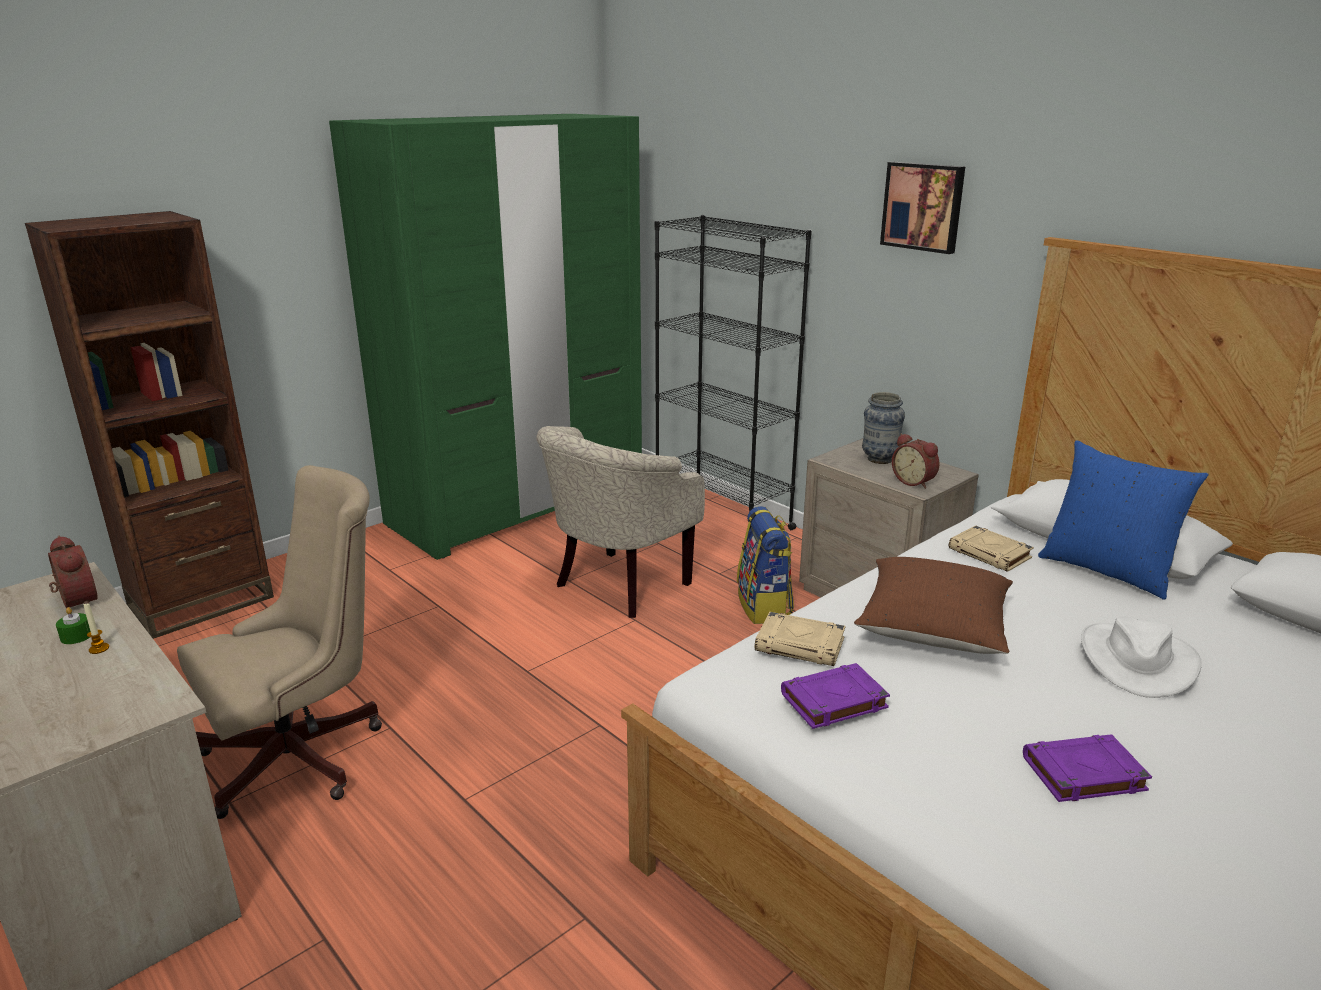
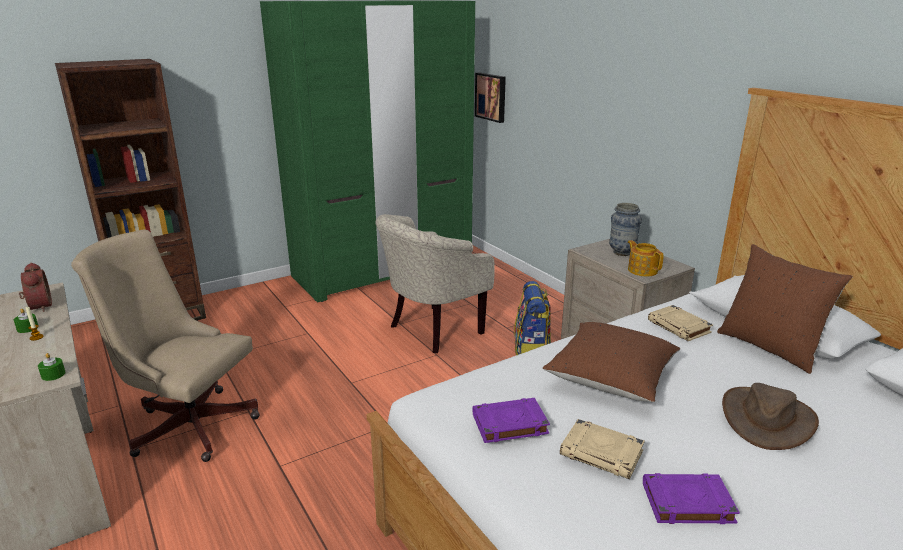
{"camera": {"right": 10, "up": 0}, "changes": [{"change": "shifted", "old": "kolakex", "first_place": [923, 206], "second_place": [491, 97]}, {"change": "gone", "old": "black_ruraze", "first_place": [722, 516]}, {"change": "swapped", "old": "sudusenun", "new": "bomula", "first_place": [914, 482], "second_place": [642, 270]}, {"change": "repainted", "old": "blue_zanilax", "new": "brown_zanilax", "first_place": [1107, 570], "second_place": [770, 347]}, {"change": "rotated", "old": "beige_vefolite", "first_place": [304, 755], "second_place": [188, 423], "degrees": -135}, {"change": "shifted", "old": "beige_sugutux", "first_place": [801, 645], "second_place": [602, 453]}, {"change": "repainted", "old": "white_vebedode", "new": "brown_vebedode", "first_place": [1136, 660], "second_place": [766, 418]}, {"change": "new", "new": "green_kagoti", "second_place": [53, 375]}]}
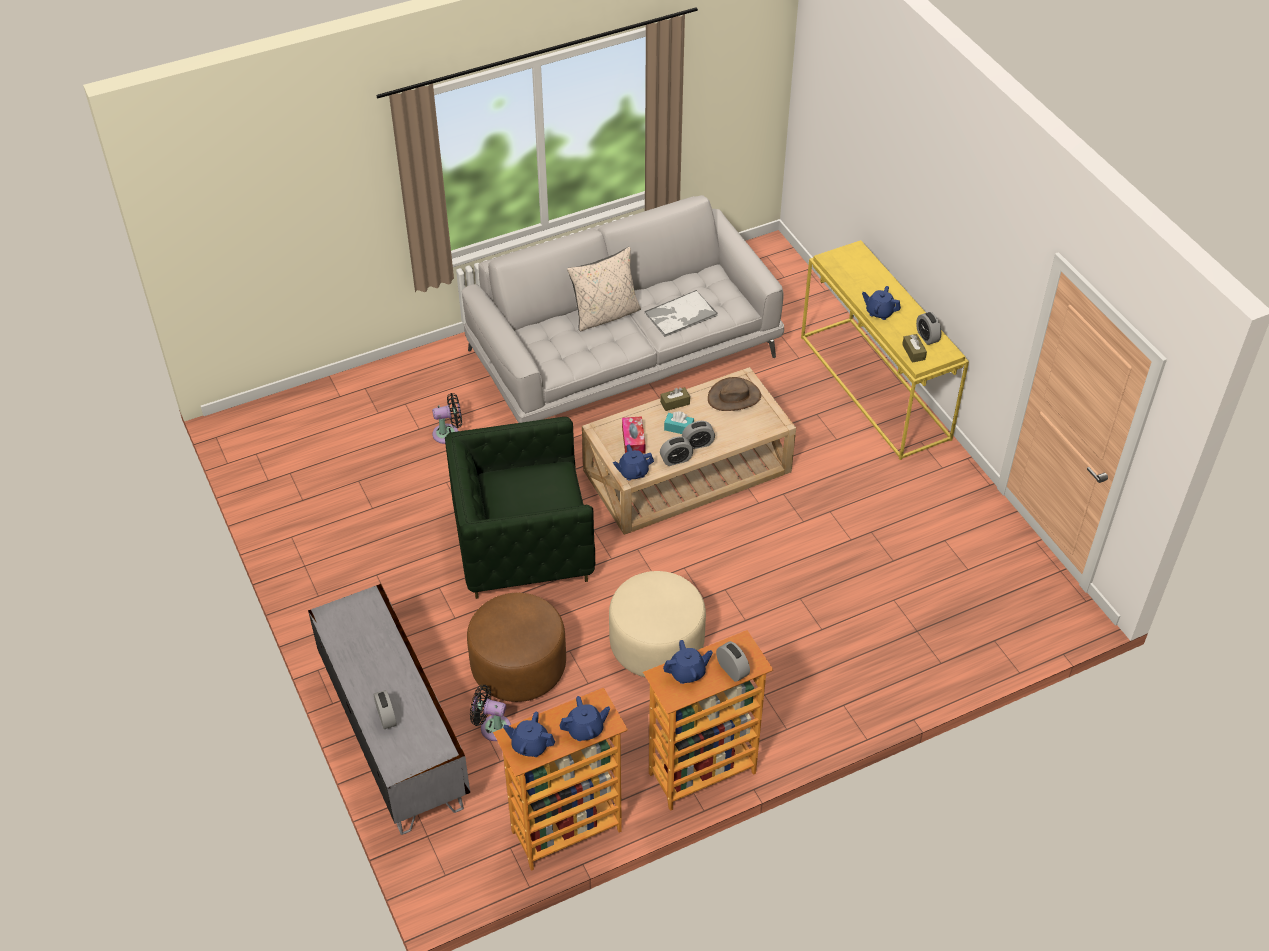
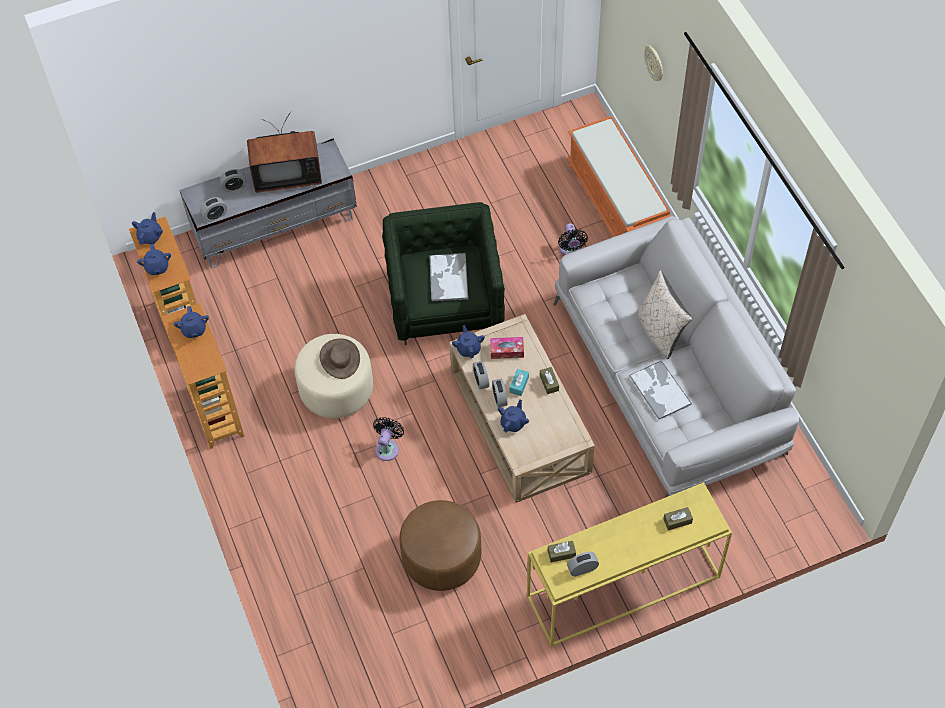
{"camera": {"right": 95, "up": 10}, "changes": [{"change": "shifted", "old": "blue_bomula", "first_place": [879, 312], "second_place": [513, 423]}, {"change": "shifted", "old": "brown_vebedode", "first_place": [734, 397], "second_place": [340, 359]}, {"change": "shifted", "old": "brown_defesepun", "first_place": [518, 667], "second_place": [441, 557]}, {"change": "shifted", "old": "sudusenun", "first_place": [732, 670], "second_place": [215, 215]}, {"change": "shifted", "old": "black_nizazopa", "first_place": [492, 727], "second_place": [388, 448]}, {"change": "new", "new": "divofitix", "second_place": [655, 63]}, {"change": "new", "new": "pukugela", "second_place": [286, 174]}, {"change": "new", "new": "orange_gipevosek", "second_place": [617, 206]}, {"change": "new", "new": "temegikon", "second_place": [448, 277]}, {"change": "new", "new": "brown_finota", "second_place": [677, 521]}]}
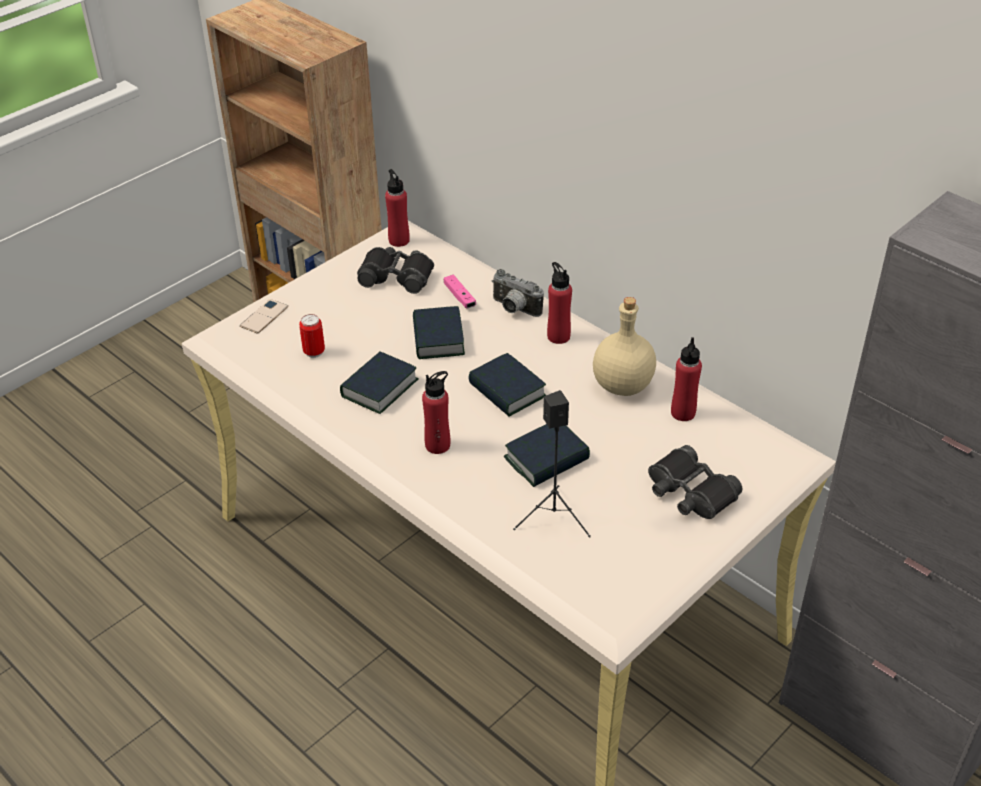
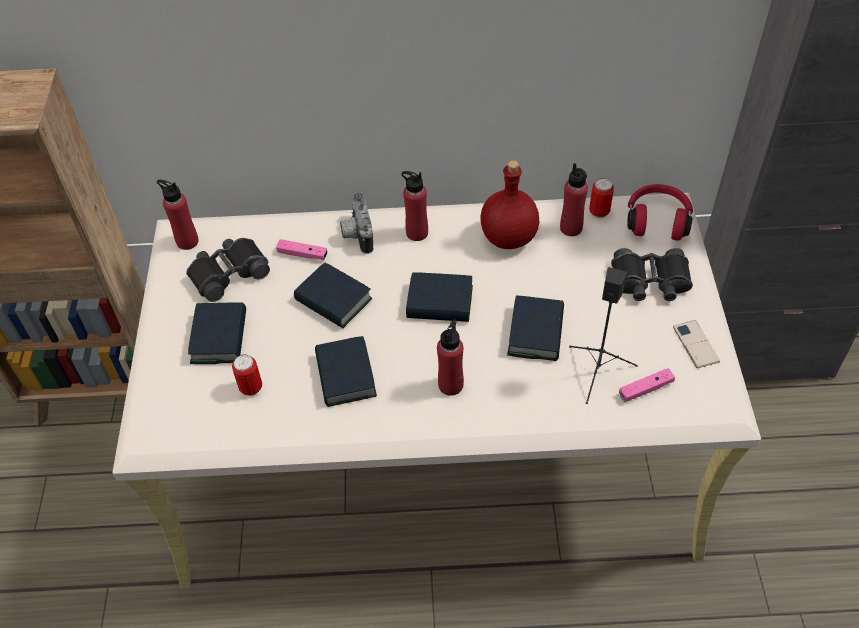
{"camera": {"right": -45, "up": 10}, "changes": [{"change": "rotated", "old": "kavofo", "first_place": [514, 309], "second_place": [356, 235], "degrees": 90}, {"change": "repainted", "old": "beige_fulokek", "new": "red_fulokek", "first_place": [623, 386], "second_place": [509, 238]}, {"change": "shifted", "old": "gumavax", "first_place": [264, 316], "second_place": [695, 344]}, {"change": "new", "new": "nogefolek", "second_place": [599, 212]}, {"change": "new", "new": "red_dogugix", "second_place": [657, 220]}, {"change": "new", "new": "sugutux", "second_place": [220, 337]}, {"change": "new", "new": "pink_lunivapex", "second_place": [645, 389]}]}
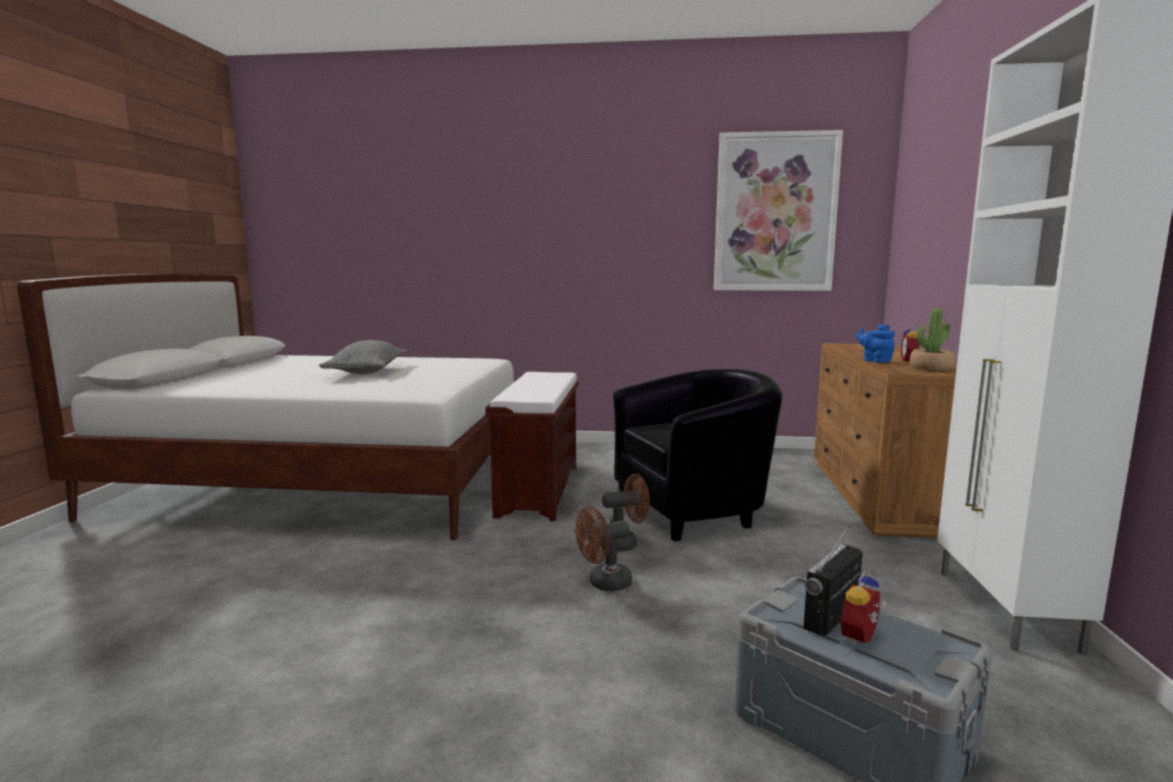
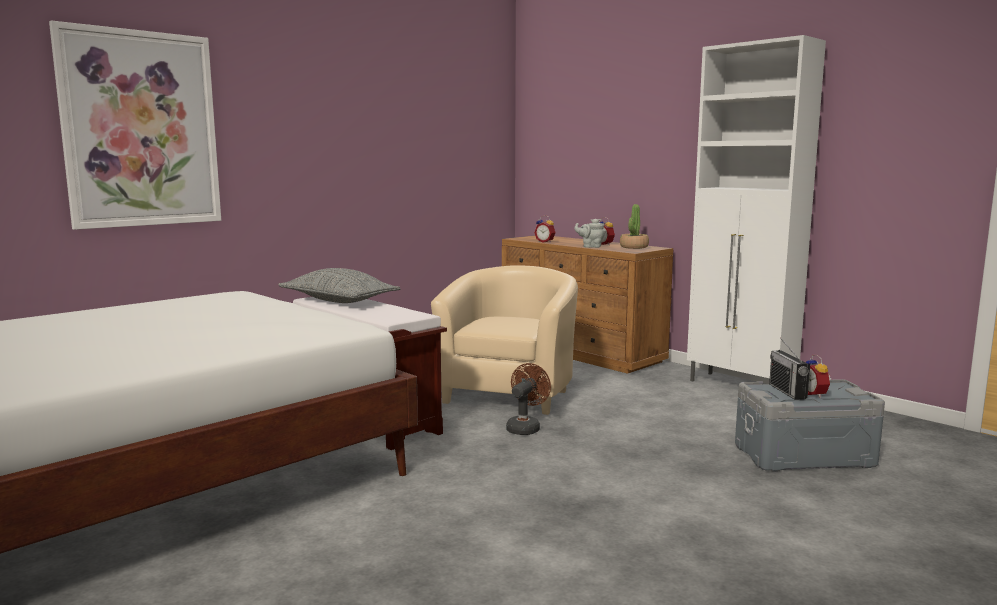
{"camera": {"right": -50, "up": 0}, "changes": [{"change": "shifted", "old": "kolakex", "first_place": [775, 213], "second_place": [141, 129]}, {"change": "repainted", "old": "blue_bomula", "new": "grey_bomula", "first_place": [875, 361], "second_place": [590, 246]}, {"change": "shifted", "old": "grey_zanilax", "first_place": [367, 372], "second_place": [339, 301]}, {"change": "repainted", "old": "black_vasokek", "new": "beige_vasokek", "first_place": [695, 509], "second_place": [510, 393]}, {"change": "gone", "old": "brown_nizazopa", "first_place": [603, 583]}, {"change": "new", "new": "sudusenun", "second_place": [545, 242]}]}
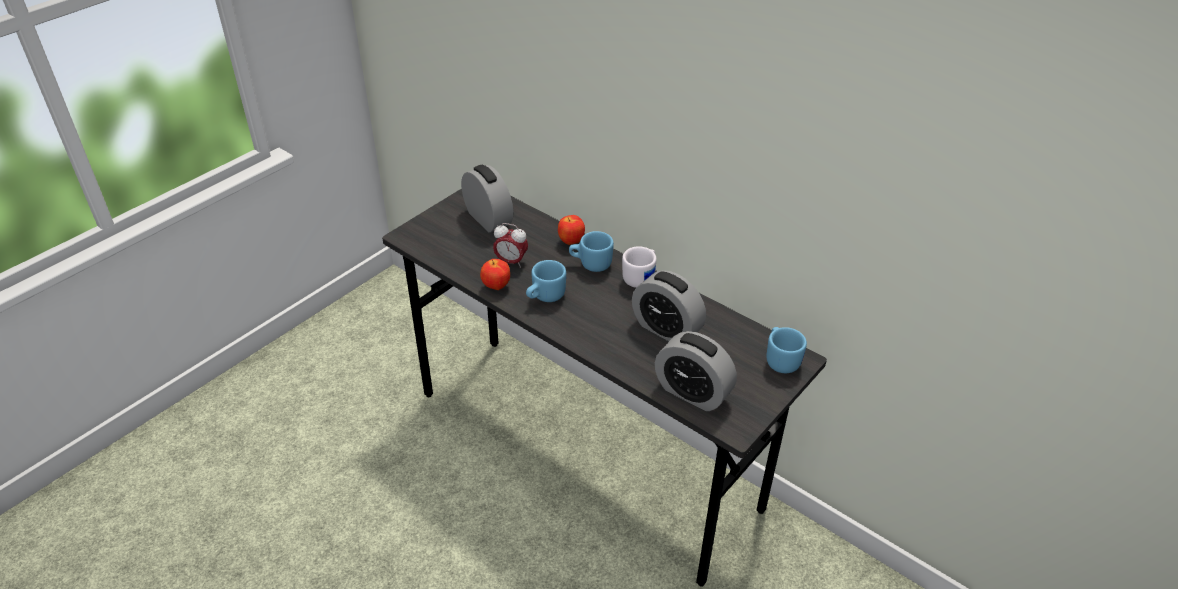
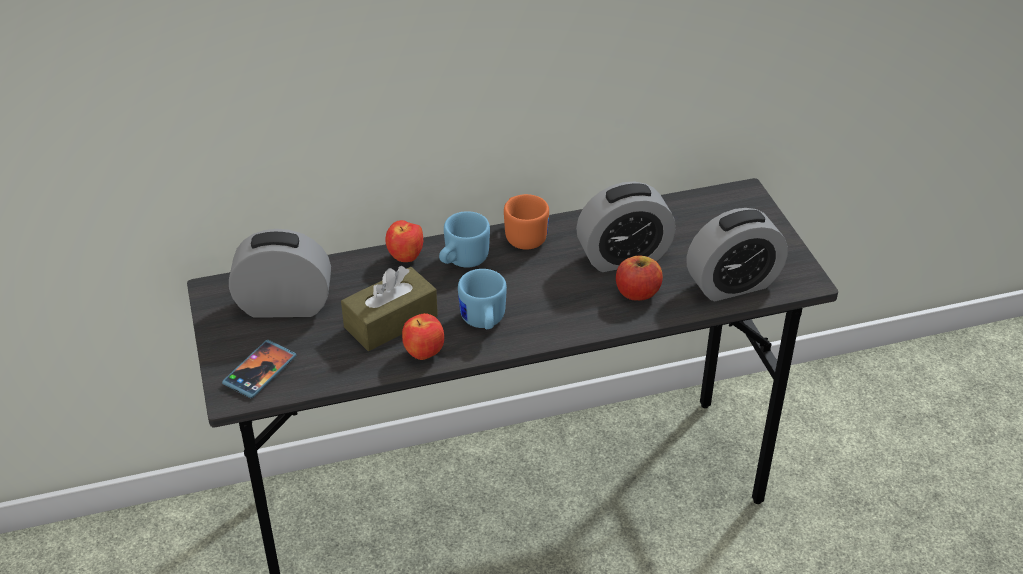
{"camera": {"right": -55, "up": 0}, "changes": [{"change": "swapped", "old": "sudusenun", "new": "brown_finota", "first_place": [511, 262], "second_place": [391, 322]}, {"change": "repainted", "old": "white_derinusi", "new": "orange_derinusi", "first_place": [641, 277], "second_place": [524, 235]}, {"change": "gone", "old": "blue_derinusi", "first_place": [781, 359]}, {"change": "new", "new": "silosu", "second_place": [637, 292]}, {"change": "new", "new": "gumavax", "second_place": [260, 371]}]}
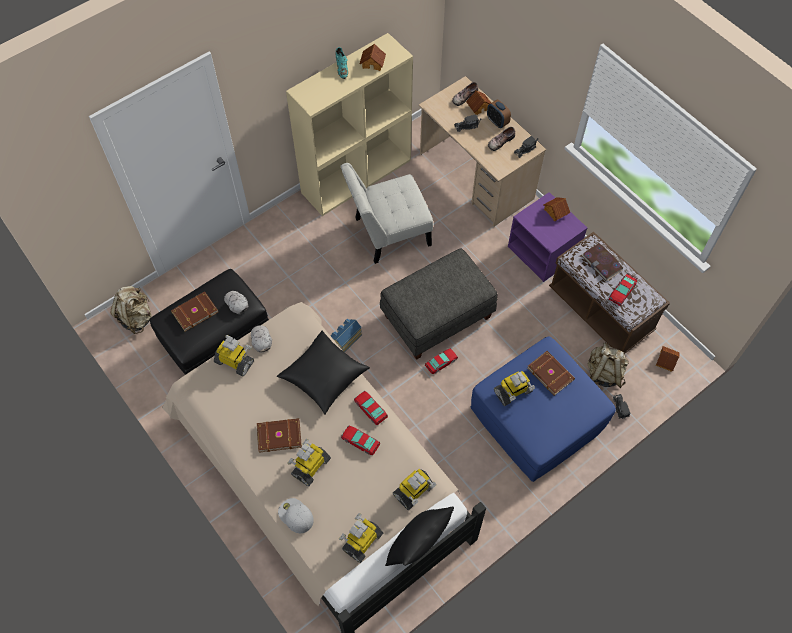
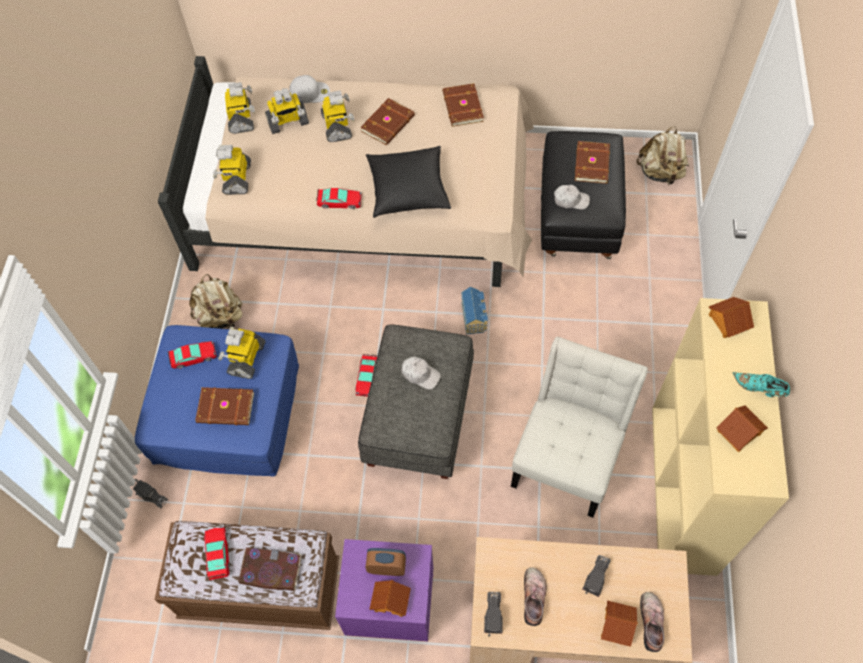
{"camera": {"right": 135, "up": 0}, "changes": [{"change": "shifted", "old": "sudusenun", "first_place": [497, 122], "second_place": [387, 567]}, {"change": "shifted", "old": "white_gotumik", "first_place": [261, 340], "second_place": [420, 374]}, {"change": "shifted", "old": "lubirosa", "first_place": [235, 361], "second_place": [287, 122]}, {"change": "shifted", "old": "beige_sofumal", "first_place": [604, 373], "second_place": [221, 317]}, {"change": "shifted", "old": "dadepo", "first_place": [666, 361], "second_place": [727, 321]}, {"change": "shifted", "old": "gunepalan", "first_place": [361, 441], "second_place": [193, 357]}, {"change": "gone", "old": "black_zanilax", "first_place": [418, 545]}, {"change": "new", "new": "brown_sugutux", "second_place": [462, 107]}]}
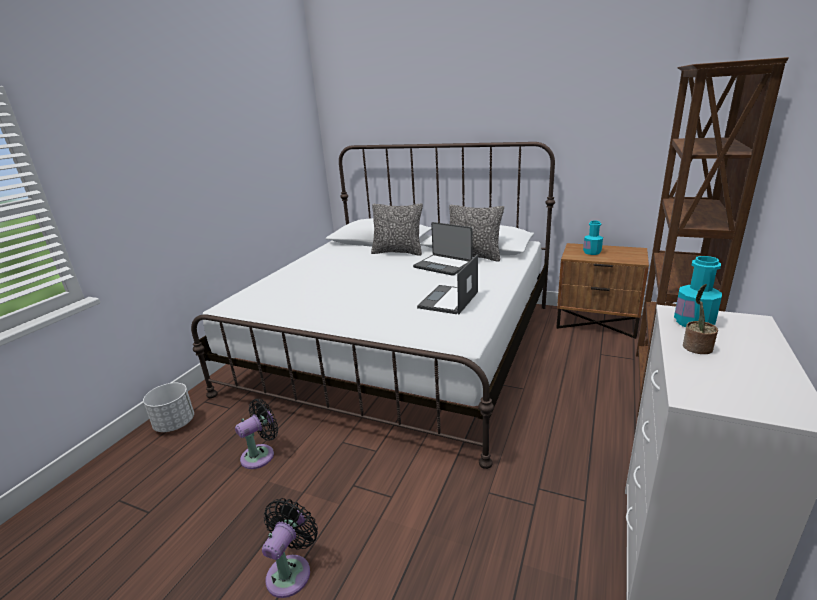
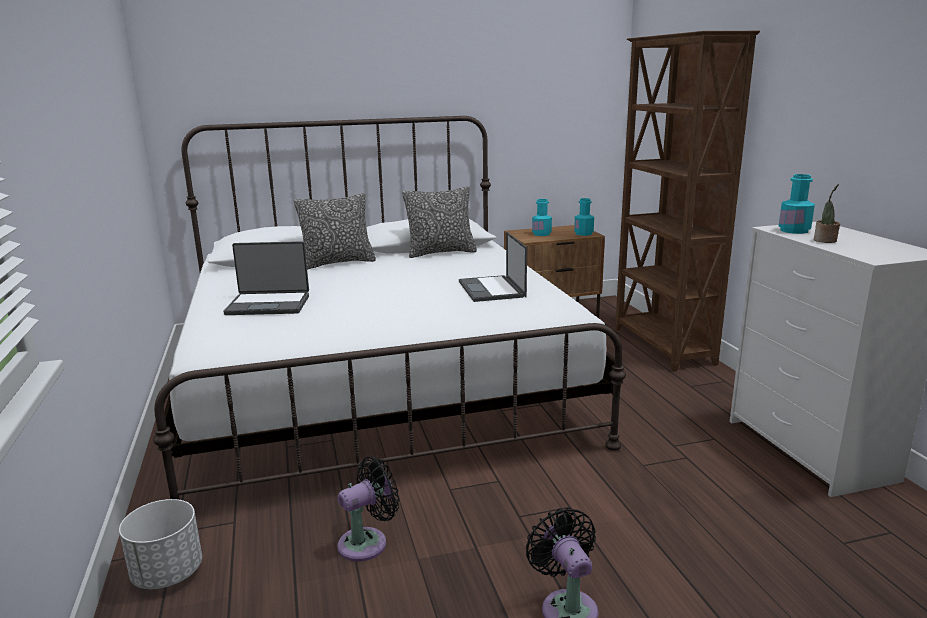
{"camera": {"right": -40, "up": -5}, "changes": [{"change": "shifted", "old": "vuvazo", "first_place": [443, 265], "second_place": [269, 305]}, {"change": "rotated", "old": "black_nizazopa", "first_place": [261, 455], "second_place": [367, 542], "degrees": 45}, {"change": "new", "new": "turquoise_fulokek", "second_place": [583, 233]}]}
